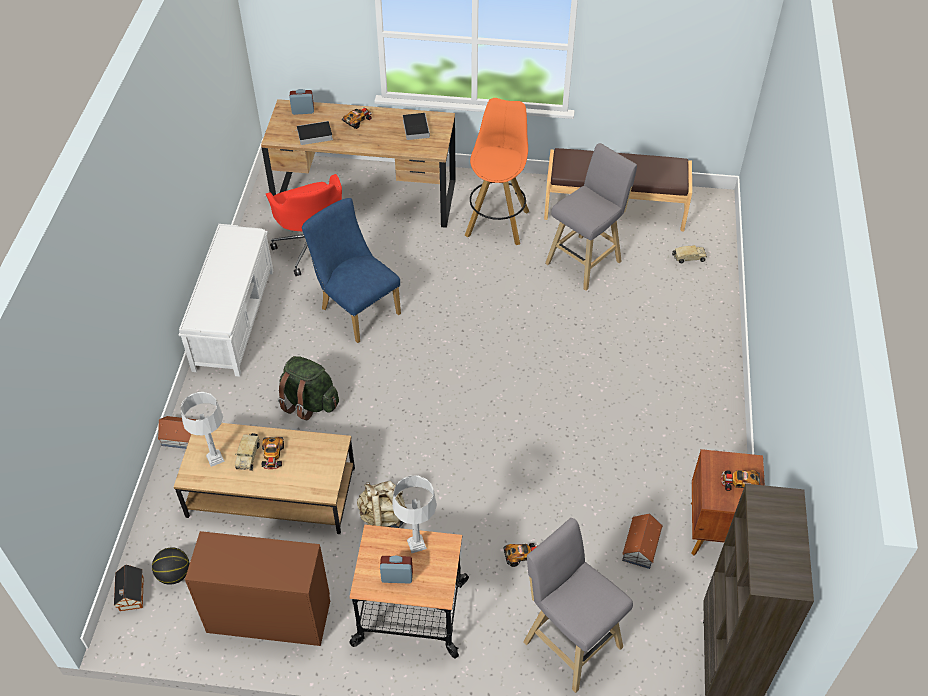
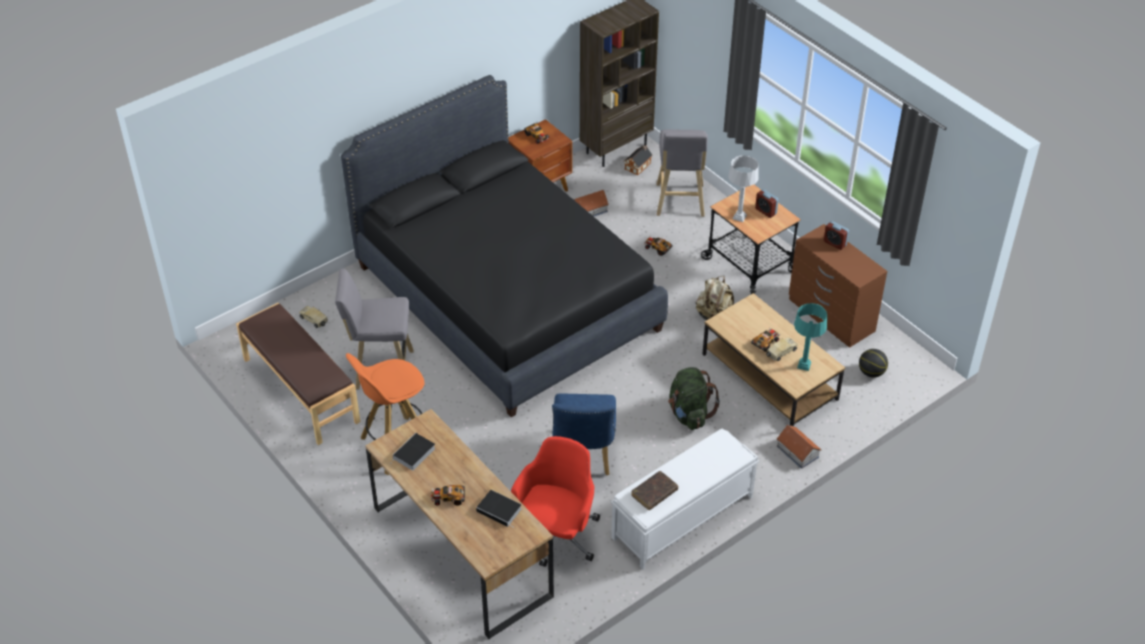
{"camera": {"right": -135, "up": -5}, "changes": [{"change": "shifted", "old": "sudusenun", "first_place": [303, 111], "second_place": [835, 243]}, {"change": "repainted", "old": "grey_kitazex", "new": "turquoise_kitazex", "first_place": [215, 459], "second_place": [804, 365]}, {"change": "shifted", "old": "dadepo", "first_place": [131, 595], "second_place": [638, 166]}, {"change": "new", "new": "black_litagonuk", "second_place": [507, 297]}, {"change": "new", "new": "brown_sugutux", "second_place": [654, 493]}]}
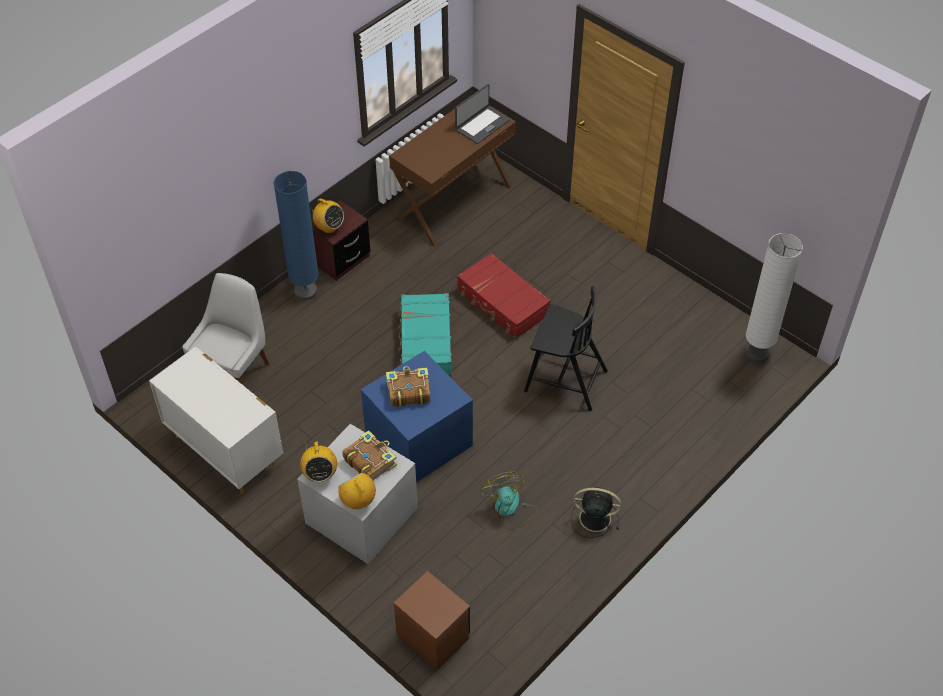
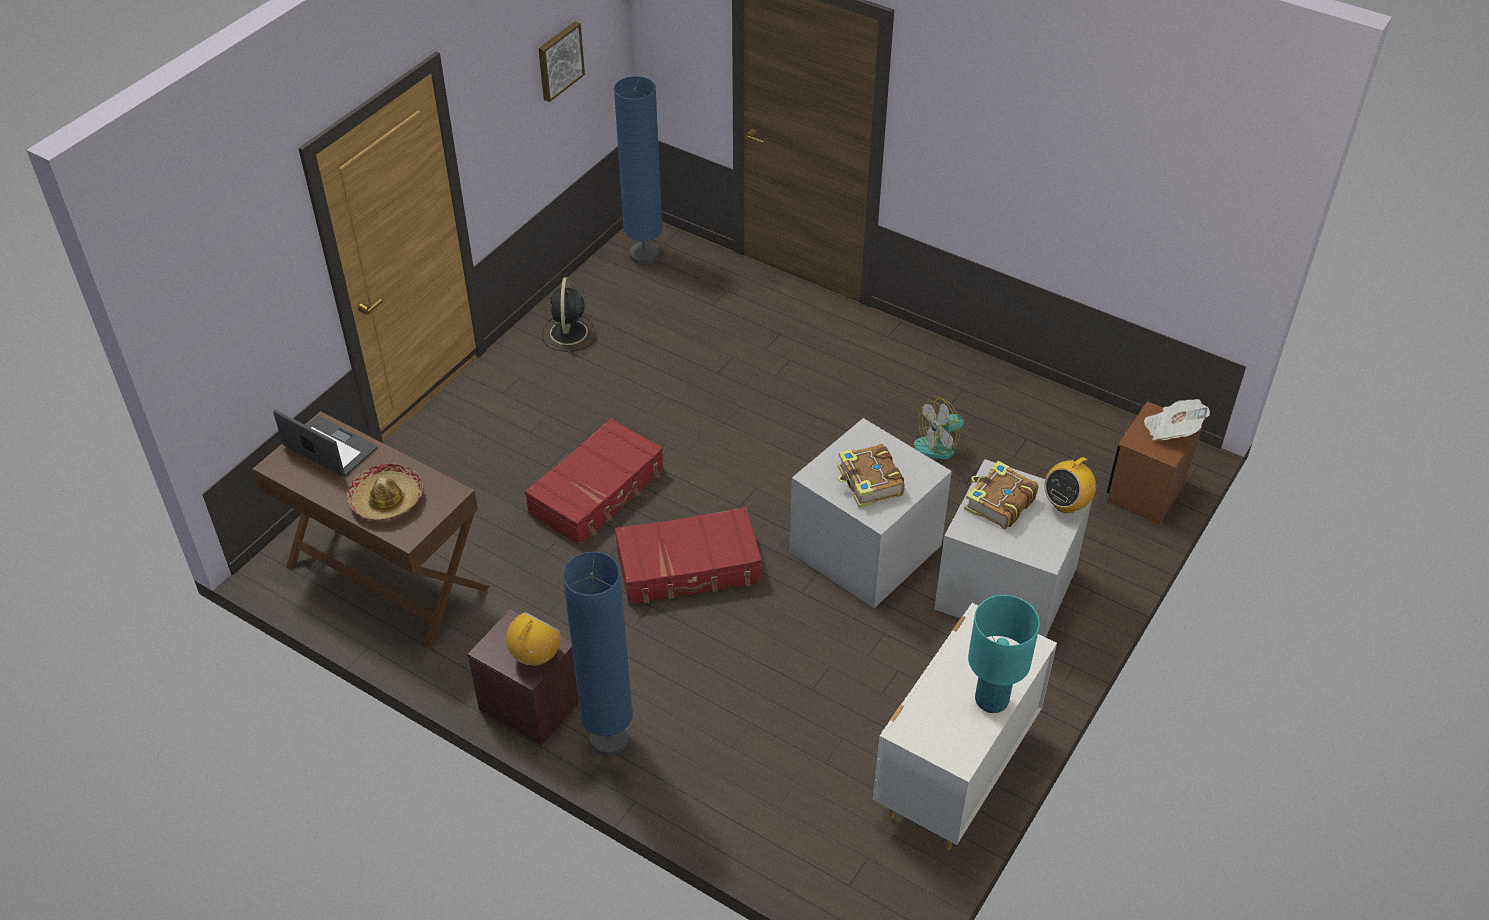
{"camera": {"right": -100, "up": -5}, "changes": [{"change": "repainted", "old": "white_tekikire", "new": "blue_tekikire", "first_place": [757, 353], "second_place": [644, 255]}, {"change": "gone", "old": "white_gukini", "first_place": [234, 369]}, {"change": "gone", "old": "black_gukini", "first_place": [564, 380]}, {"change": "repainted", "old": "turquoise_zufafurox", "new": "red_zufafurox", "first_place": [425, 342], "second_place": [689, 568]}, {"change": "repainted", "old": "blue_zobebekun", "new": "grey_zobebekun", "first_place": [417, 440], "second_place": [865, 550]}, {"change": "gone", "old": "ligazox", "first_place": [320, 474]}, {"change": "shifted", "old": "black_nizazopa", "first_place": [593, 518], "second_place": [568, 334]}, {"change": "new", "new": "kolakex", "second_place": [559, 60]}, {"change": "new", "new": "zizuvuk", "second_place": [1172, 430]}, {"change": "new", "new": "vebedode", "second_place": [387, 499]}, {"change": "new", "new": "turquoise_kitazex", "second_place": [991, 701]}]}
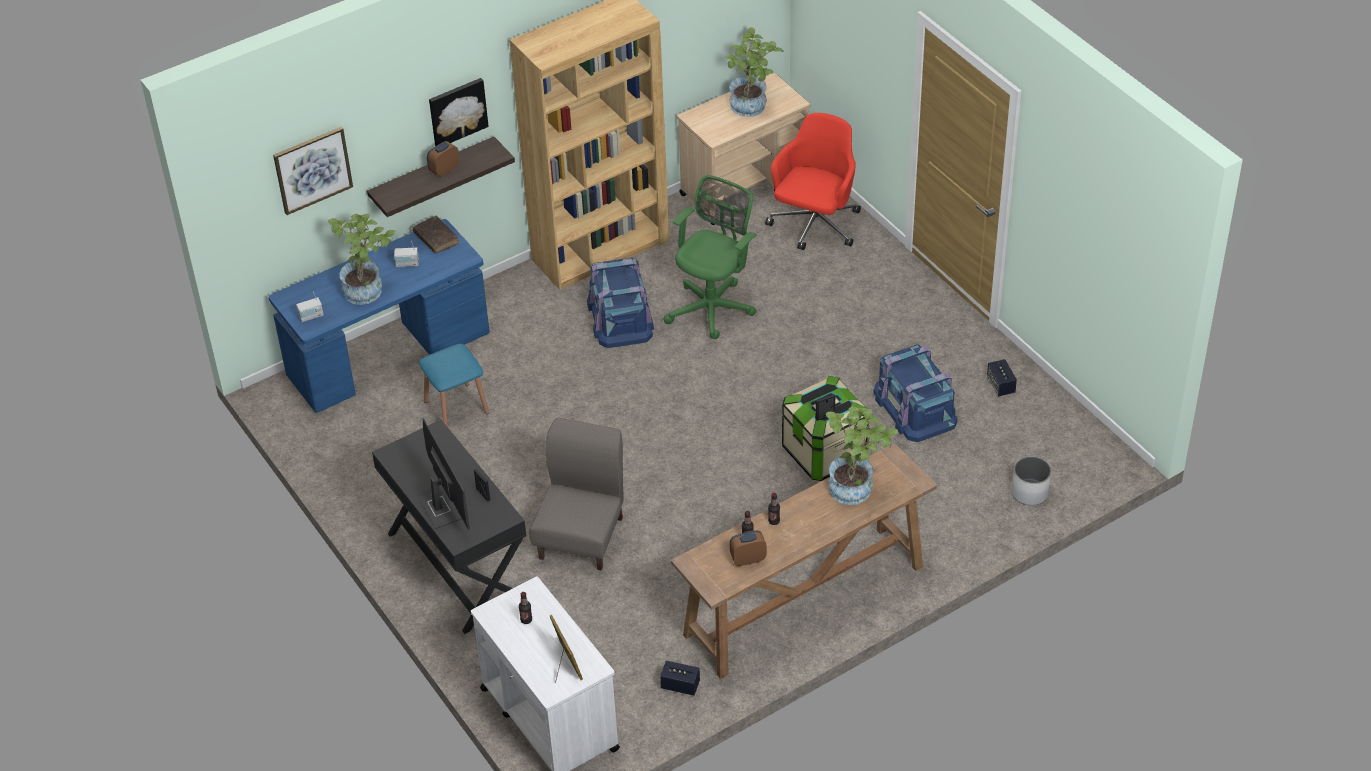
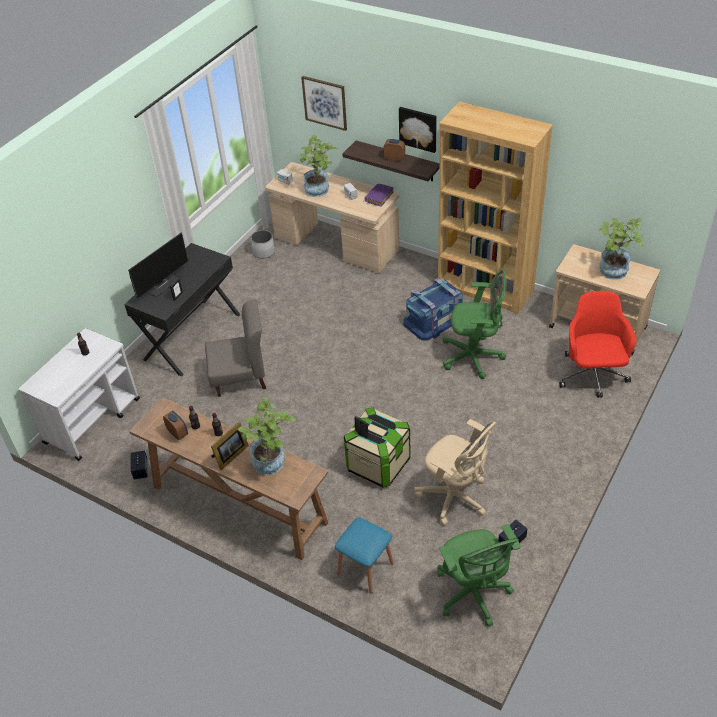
{"camera": {"right": 65, "up": 0}, "changes": [{"change": "rotated", "old": "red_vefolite", "first_place": [815, 225], "second_place": [592, 375], "degrees": -90}, {"change": "repainted", "old": "brown_sugutux", "new": "purple_sugutux", "first_place": [436, 239], "second_place": [379, 197]}, {"change": "repainted", "old": "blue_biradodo", "new": "beige_biradodo", "first_place": [389, 356], "second_place": [336, 245]}, {"change": "shifted", "old": "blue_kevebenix", "first_place": [456, 407], "second_place": [365, 568]}, {"change": "swapped", "old": "blue_zobebekun", "new": "beige_vefolite", "first_place": [915, 407], "second_place": [454, 497]}, {"change": "shifted", "old": "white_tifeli", "first_place": [1030, 493], "second_place": [264, 252]}, {"change": "shifted", "old": "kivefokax", "first_place": [565, 664], "second_place": [230, 456]}, {"change": "new", "new": "green_vefolite", "second_place": [473, 594]}]}
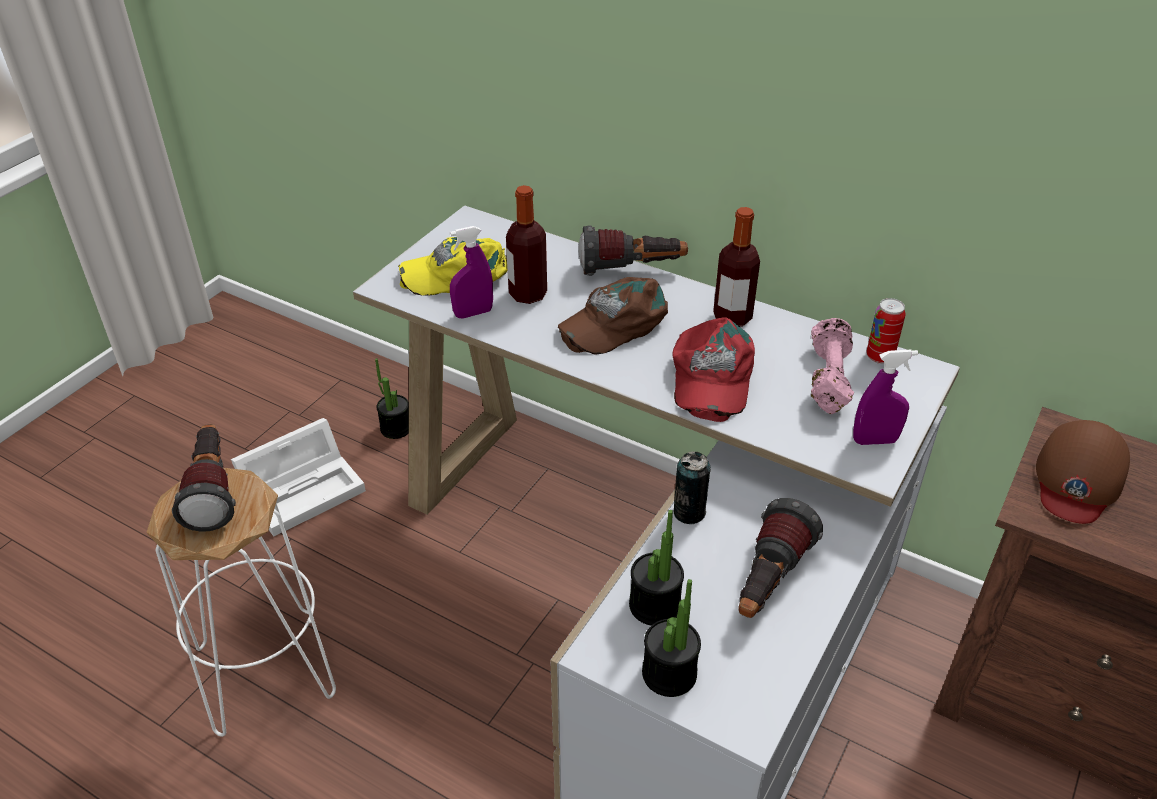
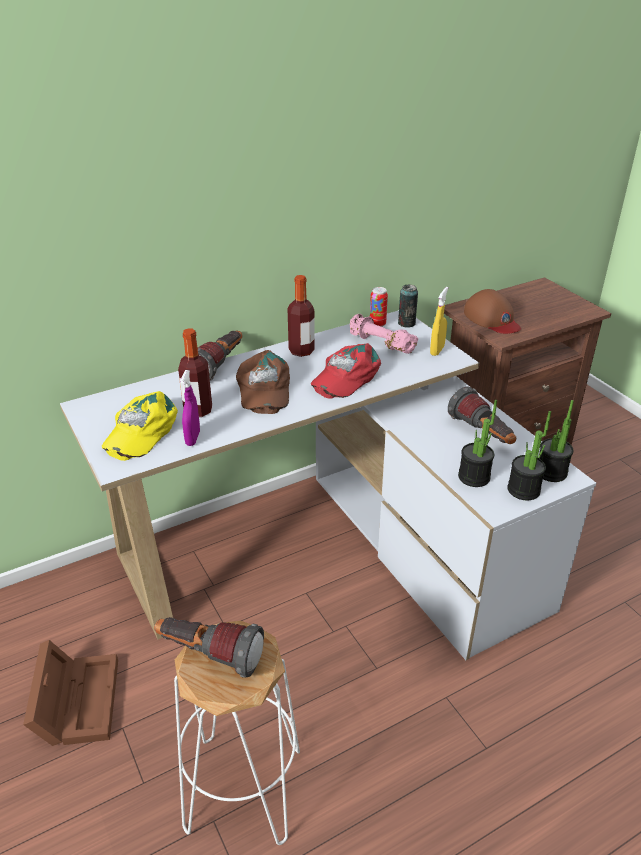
{"camera": {"right": -60, "up": -5}, "changes": [{"change": "rotated", "old": "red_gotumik", "first_place": [710, 377], "second_place": [345, 377], "degrees": 90}, {"change": "repainted", "old": "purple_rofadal", "new": "yellow_rofadal", "first_place": [875, 440], "second_place": [437, 350]}, {"change": "shifted", "old": "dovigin", "first_place": [396, 428], "second_place": [551, 472]}, {"change": "repainted", "old": "white_zobebekun", "new": "brown_zobebekun", "first_place": [305, 488], "second_place": [77, 699]}, {"change": "shifted", "old": "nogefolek", "first_place": [689, 512], "second_place": [406, 323]}]}
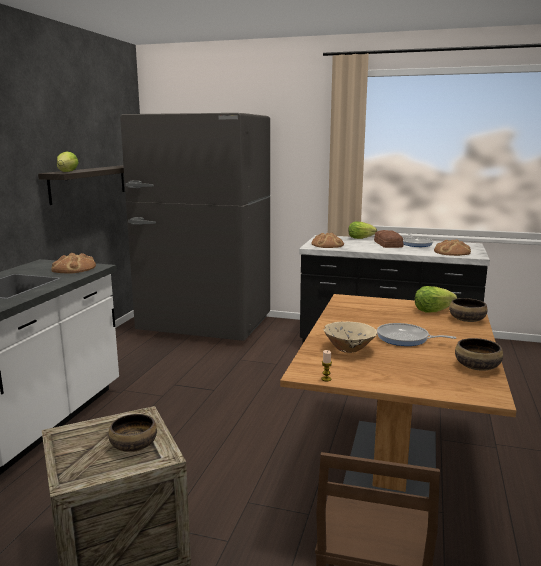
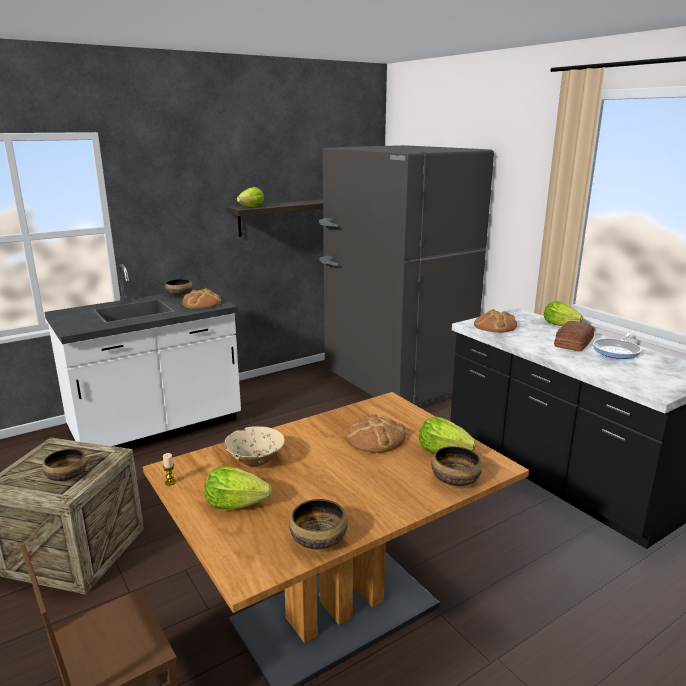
{"camera": {"right": 40, "up": 5}, "changes": [{"change": "shifted", "old": "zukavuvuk", "first_place": [452, 252], "second_place": [375, 438]}, {"change": "gone", "old": "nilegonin", "first_place": [405, 339]}, {"change": "new", "new": "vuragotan", "second_place": [179, 295]}, {"change": "new", "new": "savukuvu", "second_place": [235, 504]}]}
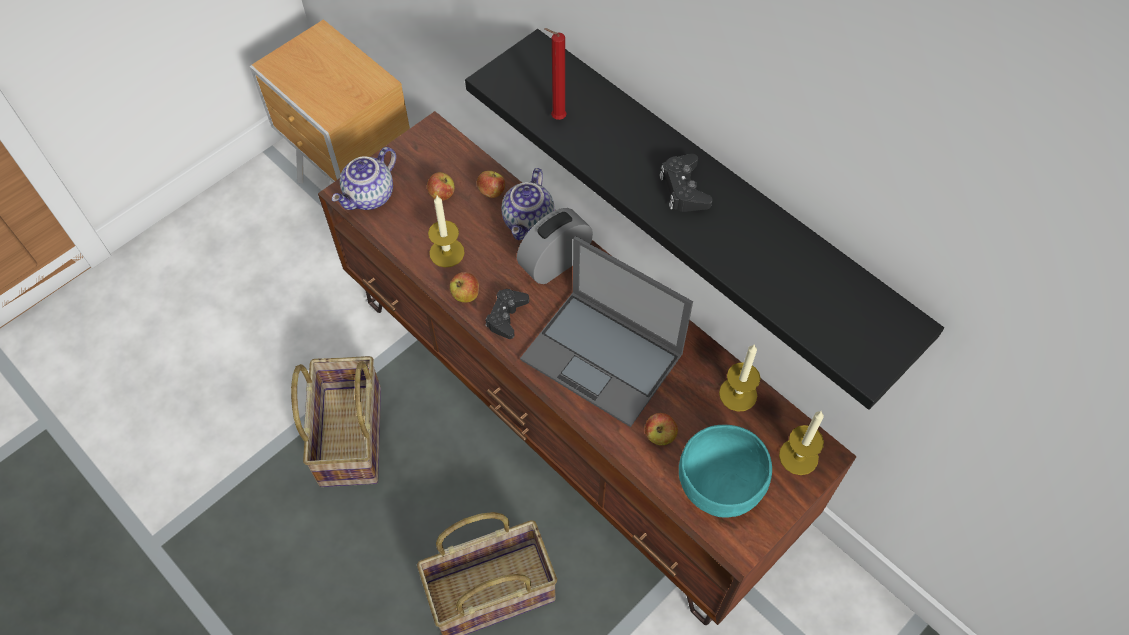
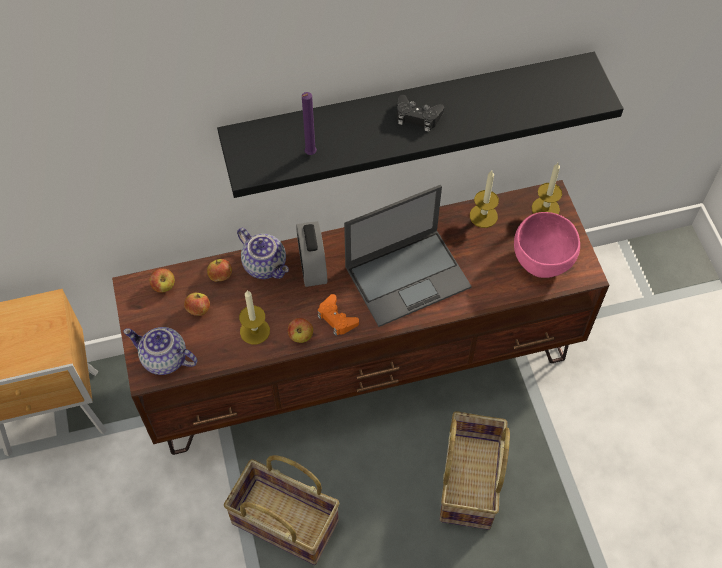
{"camera": {"right": -60, "up": 0}, "changes": [{"change": "repainted", "old": "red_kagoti", "new": "purple_kagoti", "first_place": [556, 118], "second_place": [309, 155]}, {"change": "rotated", "old": "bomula", "first_place": [370, 197], "second_place": [163, 360], "degrees": 135}, {"change": "repainted", "old": "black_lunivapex", "new": "orange_lunivapex", "first_place": [506, 316], "second_place": [336, 318]}, {"change": "shifted", "old": "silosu", "first_place": [660, 435], "second_place": [164, 286]}, {"change": "repainted", "old": "turquoise_vuragotan", "new": "pink_vuragotan", "first_place": [718, 487], "second_place": [541, 262]}]}
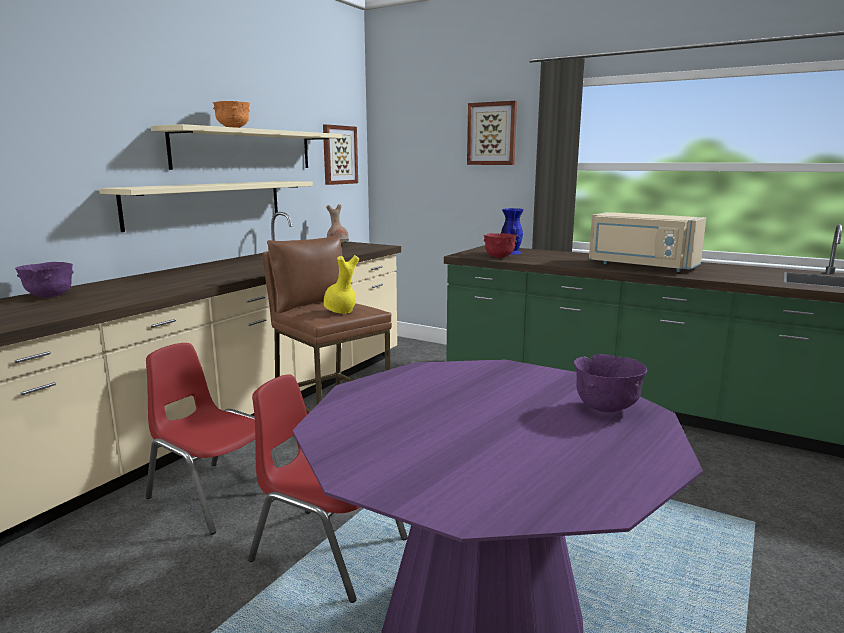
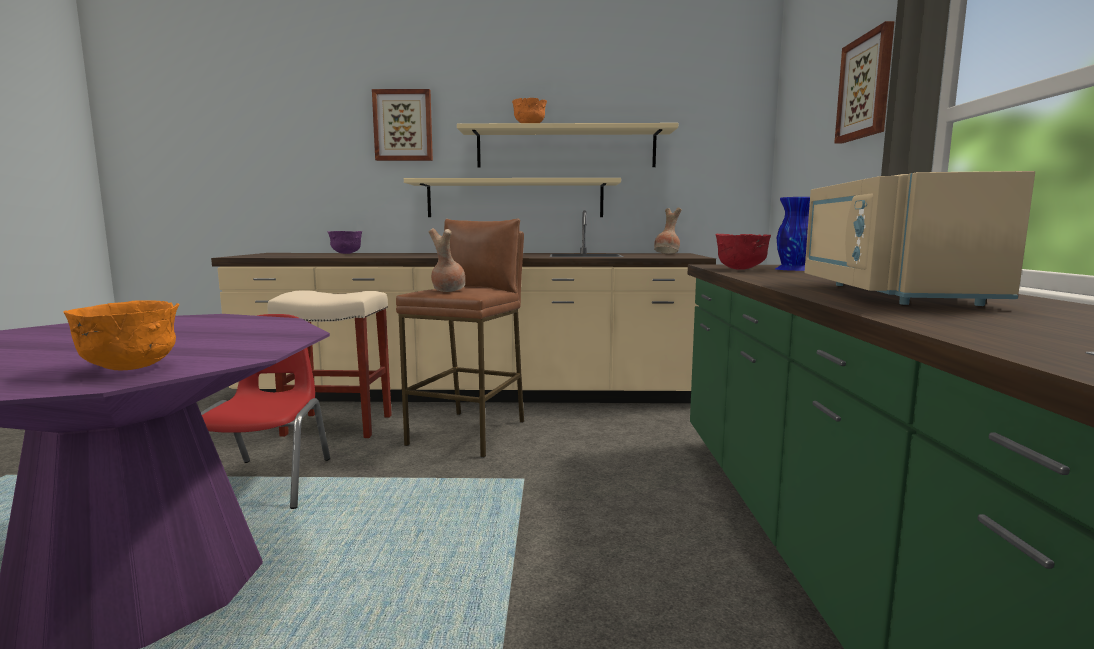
{"camera": {"right": 60, "up": -5}, "changes": [{"change": "shifted", "old": "kolakex", "first_place": [339, 155], "second_place": [403, 125]}, {"change": "repainted", "old": "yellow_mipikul", "new": "brown_mipikul", "first_place": [340, 312], "second_place": [447, 290]}, {"change": "swapped", "old": "red_gukini", "new": "beige_kevebenix", "first_place": [214, 494], "second_place": [340, 425]}, {"change": "repainted", "old": "purple_vuragotan", "new": "orange_vuragotan", "first_place": [606, 408], "second_place": [131, 368]}]}
